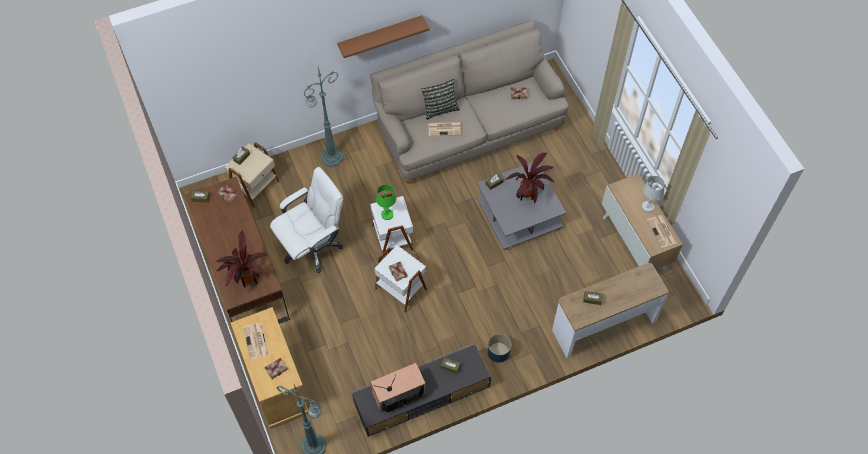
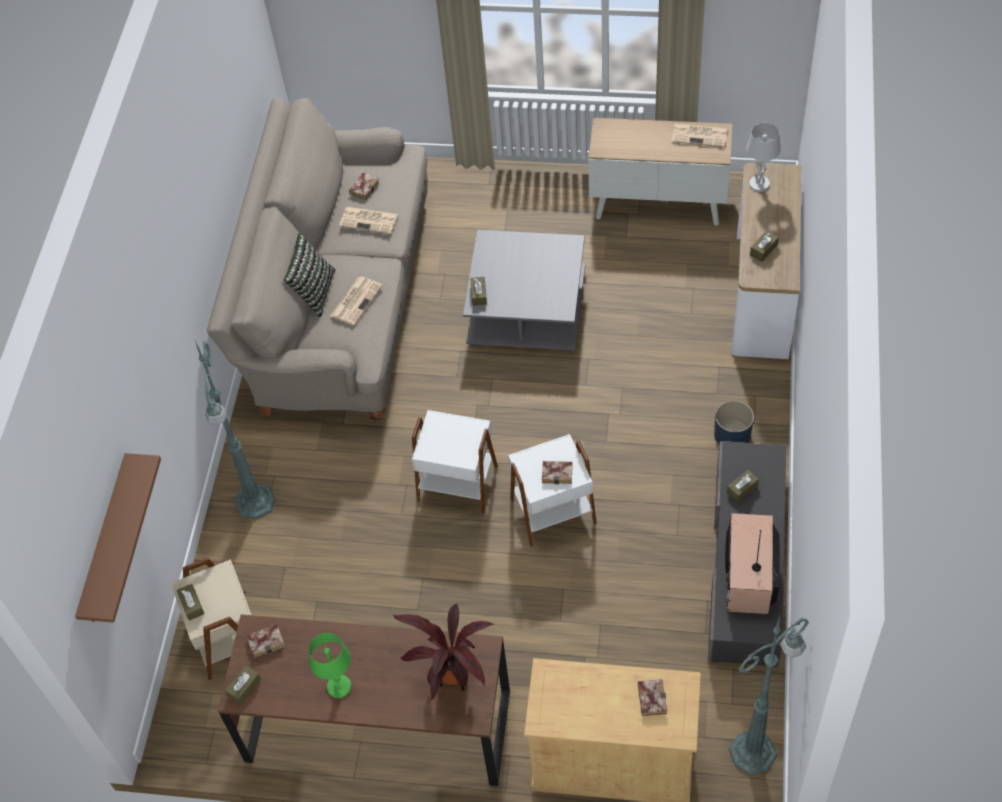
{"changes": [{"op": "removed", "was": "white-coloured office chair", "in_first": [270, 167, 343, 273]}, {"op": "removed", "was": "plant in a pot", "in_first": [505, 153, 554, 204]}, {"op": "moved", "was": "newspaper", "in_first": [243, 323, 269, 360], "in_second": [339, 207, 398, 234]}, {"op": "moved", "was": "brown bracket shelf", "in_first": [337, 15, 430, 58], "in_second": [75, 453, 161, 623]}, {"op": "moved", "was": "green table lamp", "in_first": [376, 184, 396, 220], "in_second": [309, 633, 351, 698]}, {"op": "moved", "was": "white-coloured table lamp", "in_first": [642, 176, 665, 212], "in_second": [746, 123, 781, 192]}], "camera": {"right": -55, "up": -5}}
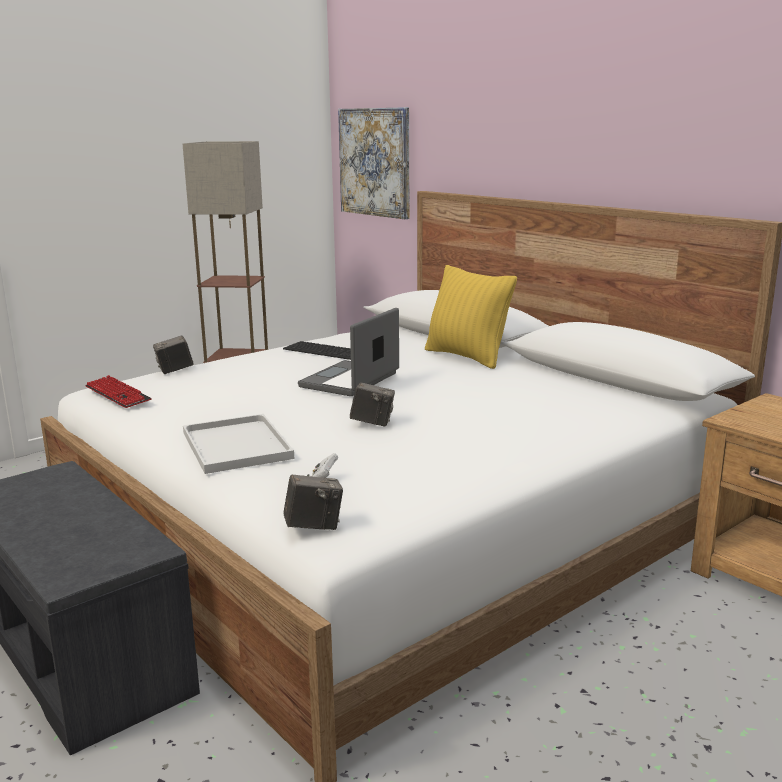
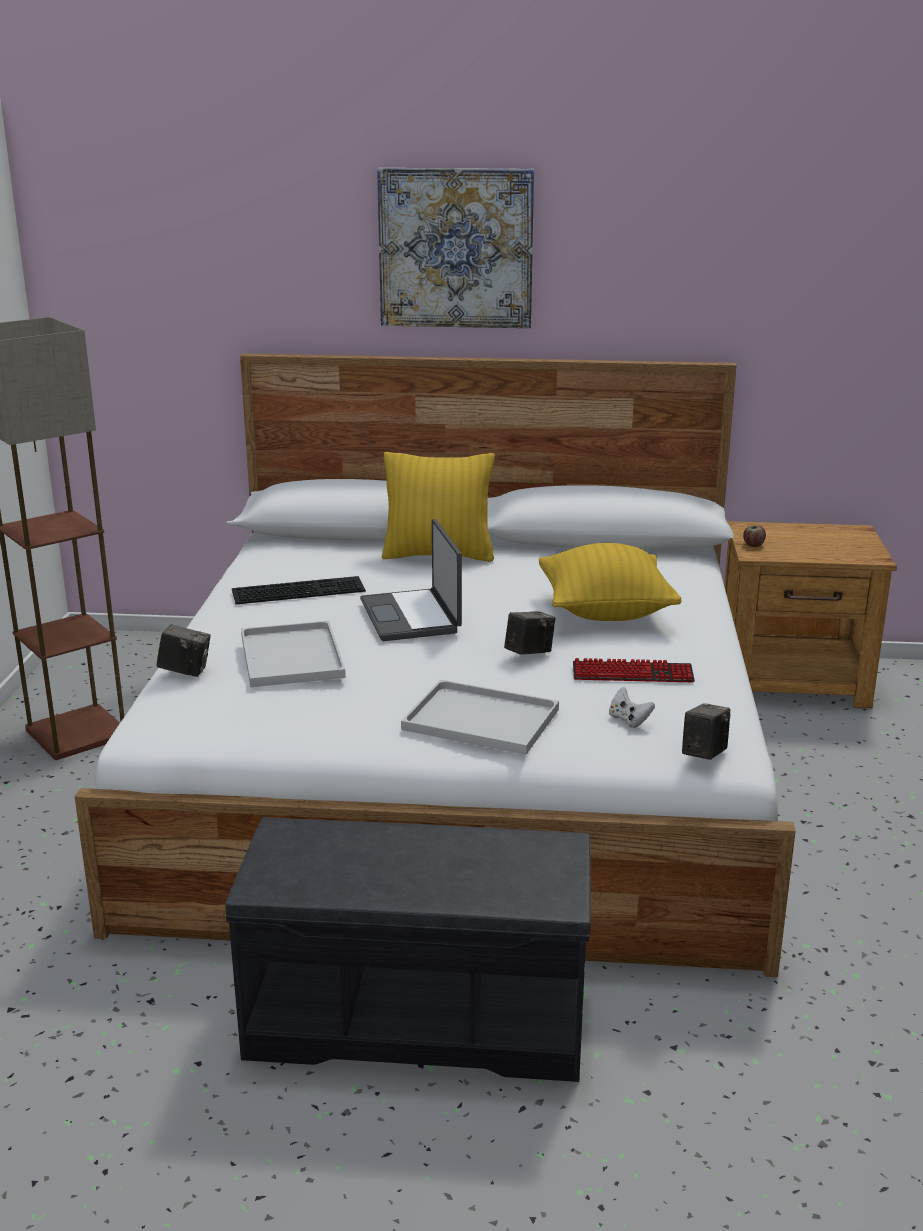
{"changes": [{"op": "added", "now": "white-coloured serving tray", "in_second": [241, 621, 346, 687]}, {"op": "added", "now": "yellowish pillow", "in_second": [539, 543, 682, 621]}, {"op": "added", "now": "whole apple", "in_second": [743, 525, 766, 547]}, {"op": "moved", "was": "computer keyboard", "in_first": [85, 375, 152, 408], "in_second": [573, 658, 695, 683]}, {"op": "moved", "was": "wall art", "in_first": [338, 107, 409, 219], "in_second": [377, 168, 534, 328]}, {"op": "turned", "was": "still camera", "in_first": [153, 335, 193, 374], "in_second": [157, 624, 210, 677], "clockwise": -105}], "camera": {"right": -45, "up": 5}}
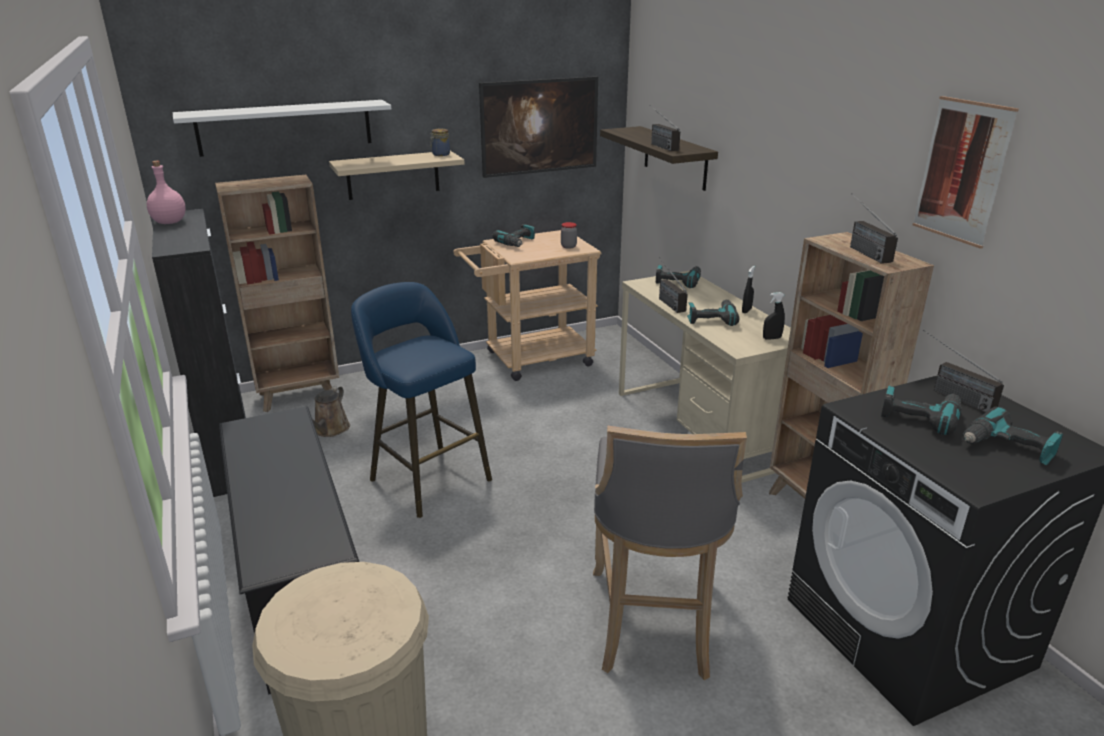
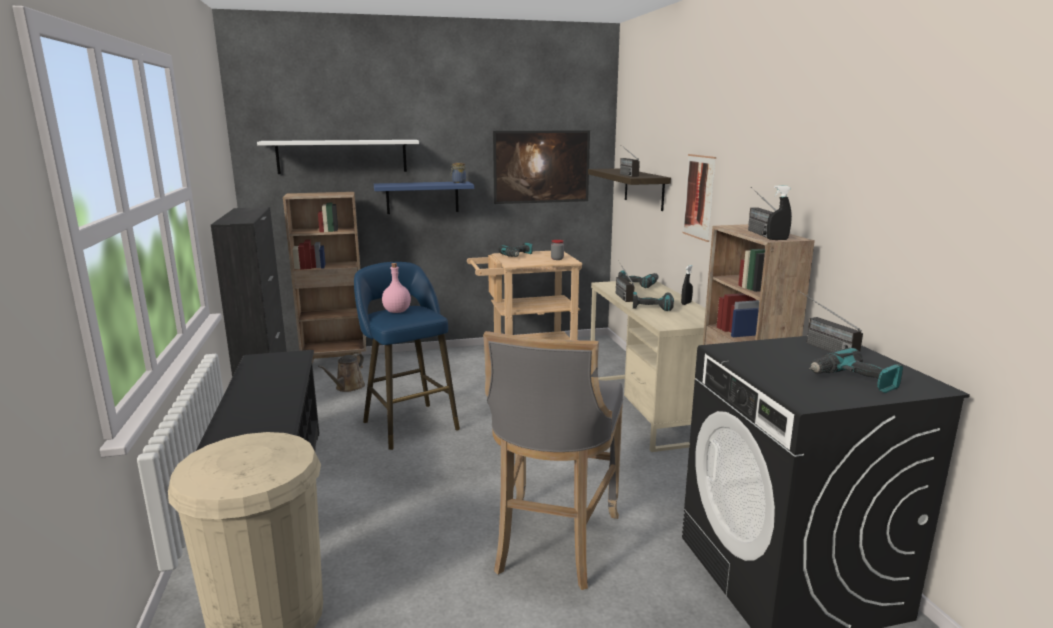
{"changes": [{"op": "removed", "was": "drill", "in_first": [881, 385, 962, 435]}, {"op": "moved", "was": "pinkish bottle", "in_first": [147, 161, 186, 224], "in_second": [382, 263, 411, 313]}, {"op": "moved", "was": "black-coloured spray bottle", "in_first": [763, 292, 785, 340], "in_second": [767, 185, 792, 240]}, {"op": "moved", "was": "wall art", "in_first": [913, 96, 1019, 249], "in_second": [683, 154, 716, 242]}, {"op": "recoloured", "was": "beige bracket shelf", "now": "blue bracket shelf", "in_first": [329, 151, 465, 200], "in_second": [374, 181, 474, 214]}], "camera": {"right": 10, "up": -10}}
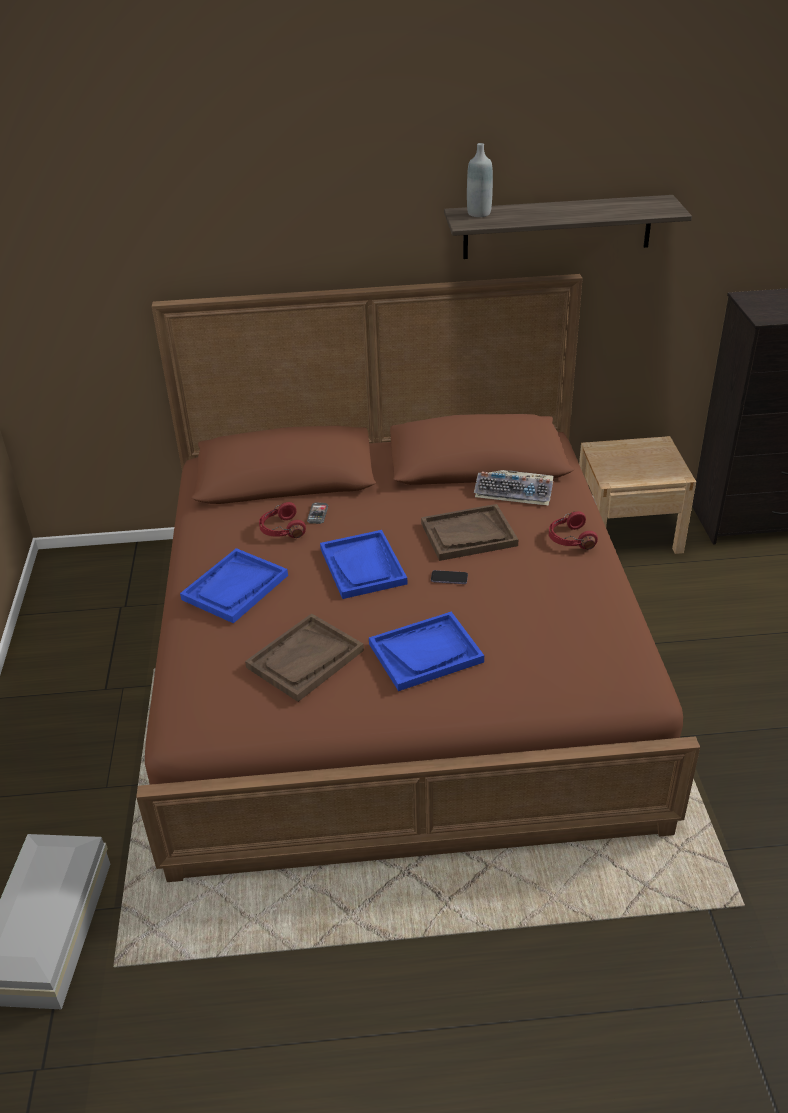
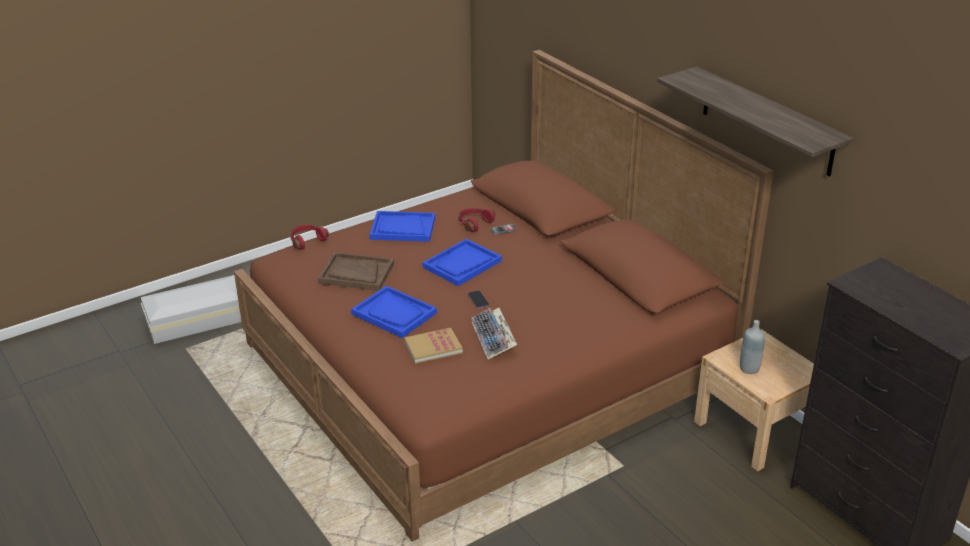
{"changes": [{"op": "removed", "was": "brown serving tray", "in_first": [421, 504, 518, 561]}, {"op": "added", "now": "book", "in_second": [404, 328, 463, 364]}, {"op": "moved", "was": "grey bottle", "in_first": [467, 143, 493, 217], "in_second": [740, 320, 765, 374]}, {"op": "moved", "was": "computer keyboard", "in_first": [474, 470, 554, 506], "in_second": [472, 308, 517, 360]}, {"op": "moved", "was": "reddish pair of headphones", "in_first": [549, 511, 598, 549], "in_second": [290, 225, 329, 250]}], "camera": {"right": 60, "up": -5}}
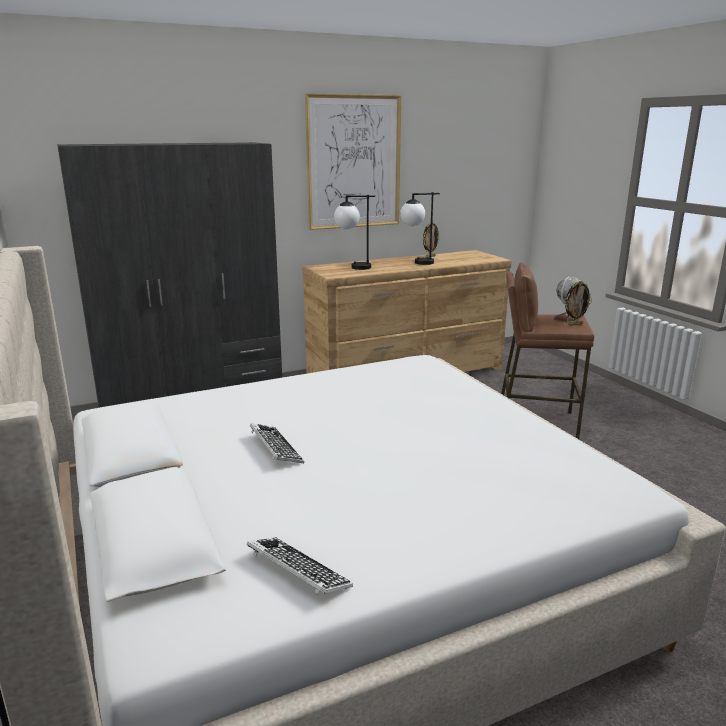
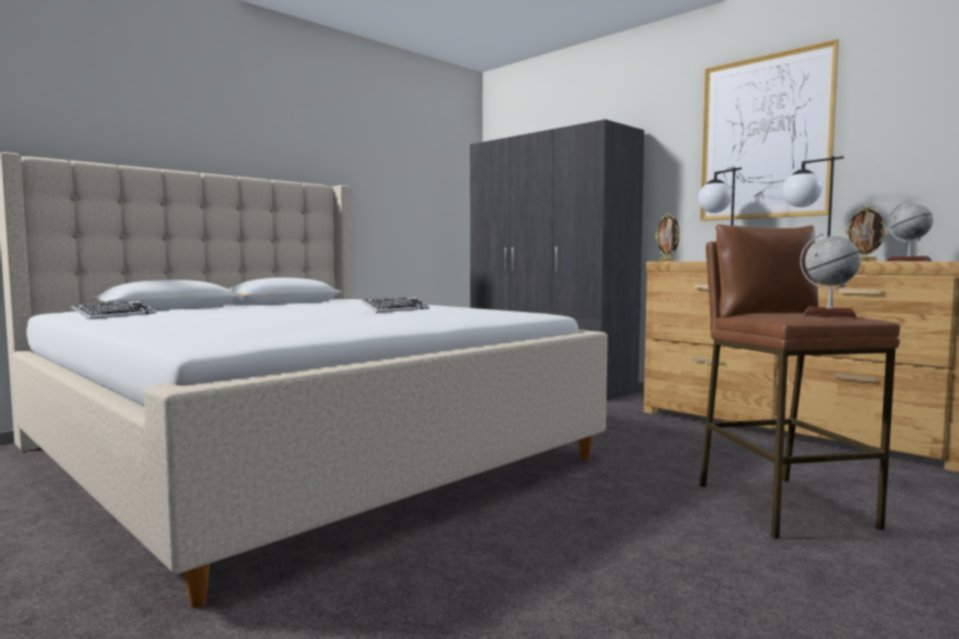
{"changes": [{"op": "added", "now": "globe", "in_second": [886, 202, 933, 261]}, {"op": "moved", "was": "computer keyboard", "in_first": [250, 423, 304, 463], "in_second": [362, 297, 429, 313]}, {"op": "moved", "was": "picture frame", "in_first": [565, 281, 592, 325], "in_second": [655, 213, 680, 261]}], "camera": {"right": 70, "up": -15}}
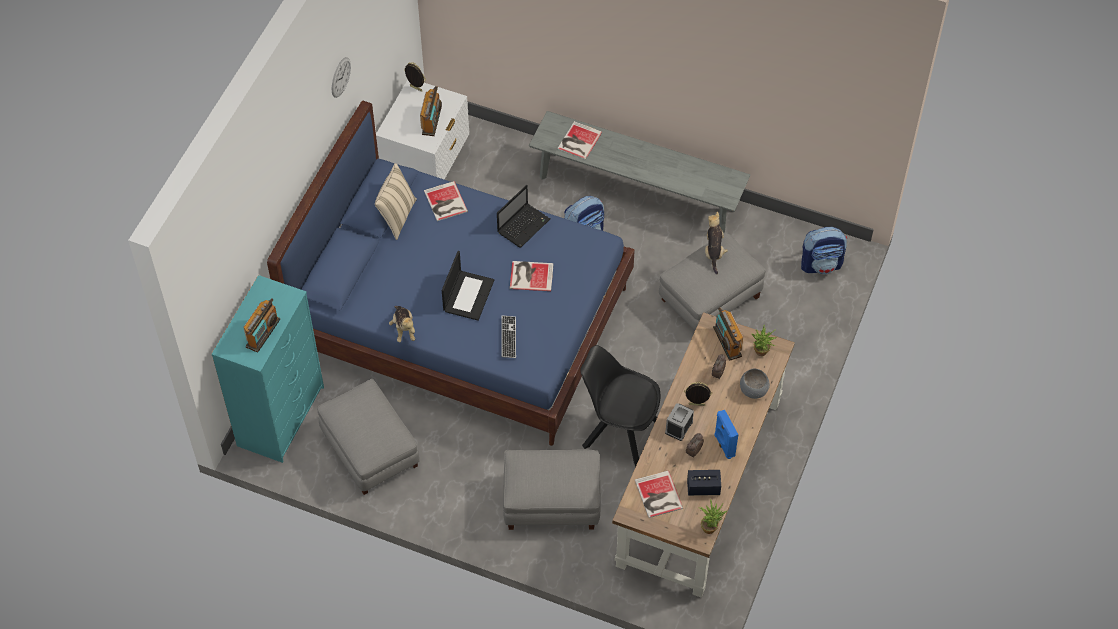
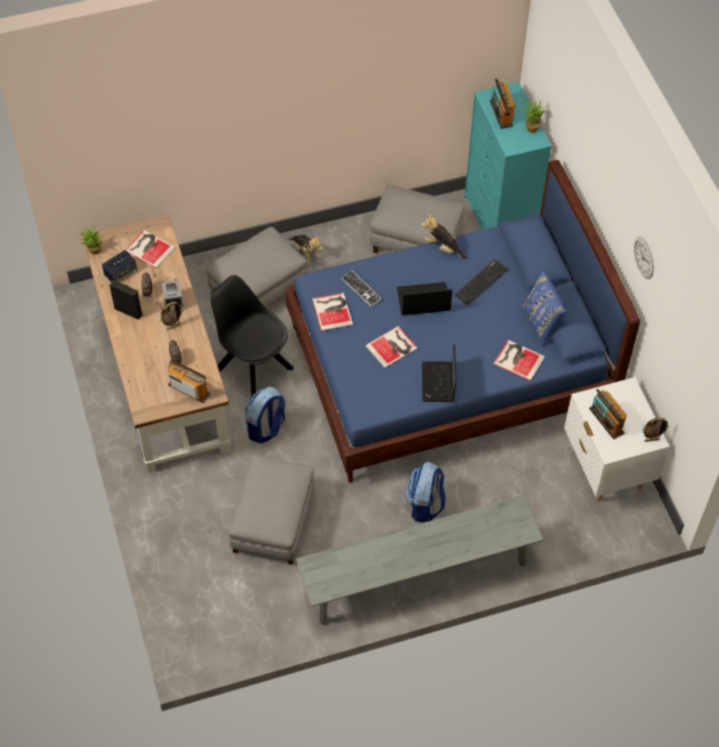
{"changes": [{"op": "removed", "was": "grey serving bowl", "in_first": [740, 369, 770, 399]}, {"op": "added", "now": "computer keyboard", "in_second": [454, 259, 508, 305]}, {"op": "moved", "was": "book", "in_first": [557, 121, 602, 160], "in_second": [312, 293, 353, 331]}, {"op": "moved", "was": "soft toy", "in_first": [705, 212, 728, 274], "in_second": [289, 235, 323, 264]}, {"op": "moved", "was": "plant in a pot", "in_first": [751, 325, 777, 356], "in_second": [521, 99, 546, 133]}, {"op": "moved", "was": "rucksack", "in_first": [801, 227, 847, 274], "in_second": [245, 387, 285, 443]}, {"op": "recoloured", "was": "beige pillow", "now": "blue pillow", "in_first": [375, 163, 417, 240], "in_second": [521, 270, 567, 347]}, {"op": "recoloured", "was": "blue speaker", "now": "black-coloured speaker", "in_first": [714, 410, 738, 459], "in_second": [110, 280, 143, 320]}, {"op": "turned", "was": "portable computer", "in_first": [442, 251, 494, 321], "in_second": [397, 282, 452, 315], "clockwise": 105}, {"op": "turned", "was": "black-coloured plain chair", "in_first": [580, 345, 660, 467], "in_second": [210, 275, 294, 398], "clockwise": -120}], "camera": {"right": 140, "up": 0}}
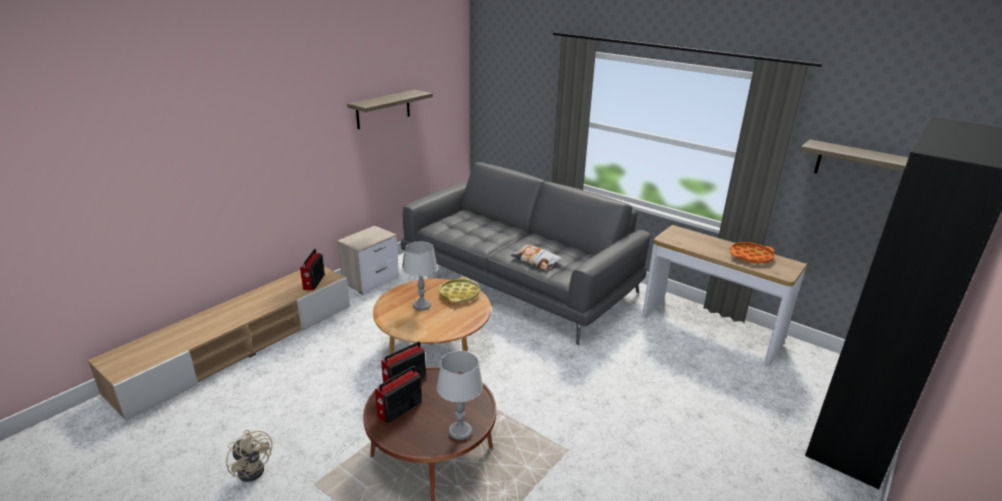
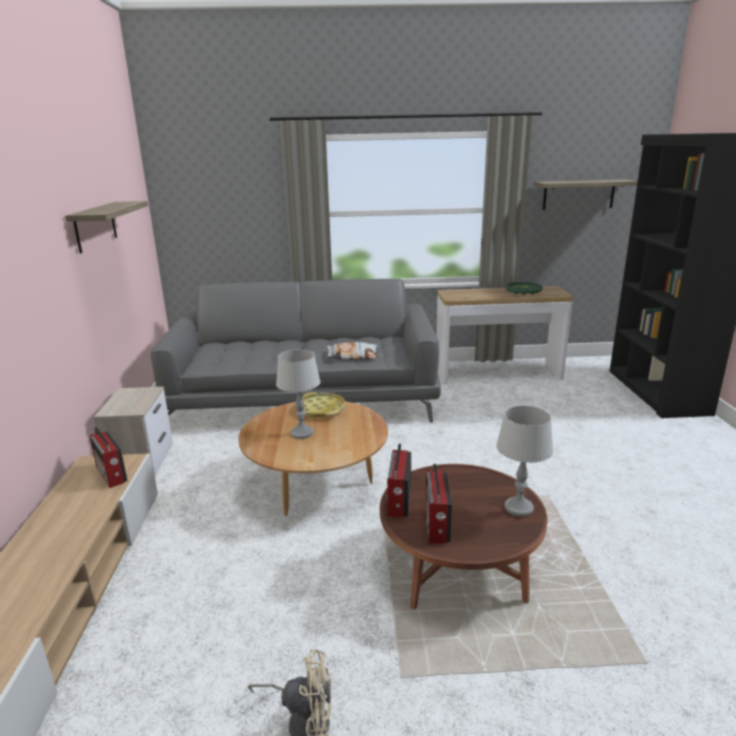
{"changes": [{"op": "recoloured", "was": "orange serving tray", "now": "green serving tray", "in_first": [730, 242, 774, 263], "in_second": [505, 282, 543, 295]}], "camera": {"right": -40, "up": -5}}
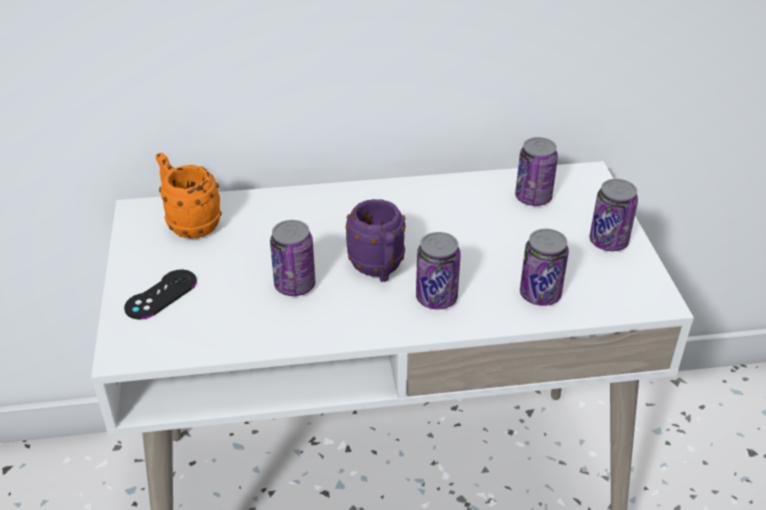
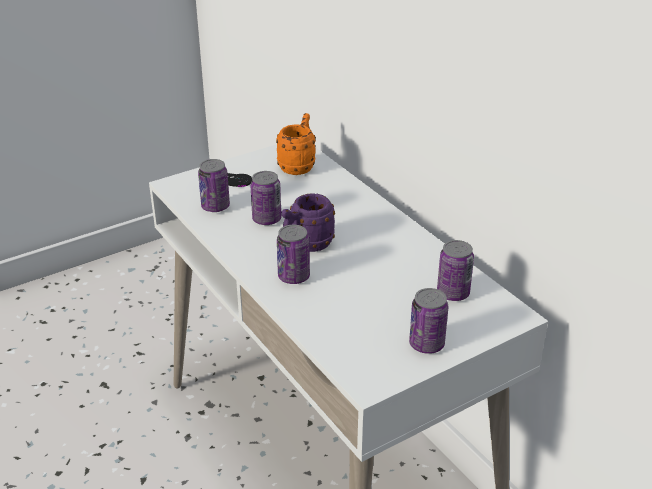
{"changes": [{"op": "moved", "was": "can", "in_first": [520, 229, 569, 306], "in_second": [198, 159, 230, 212]}], "camera": {"right": 65, "up": -5}}
